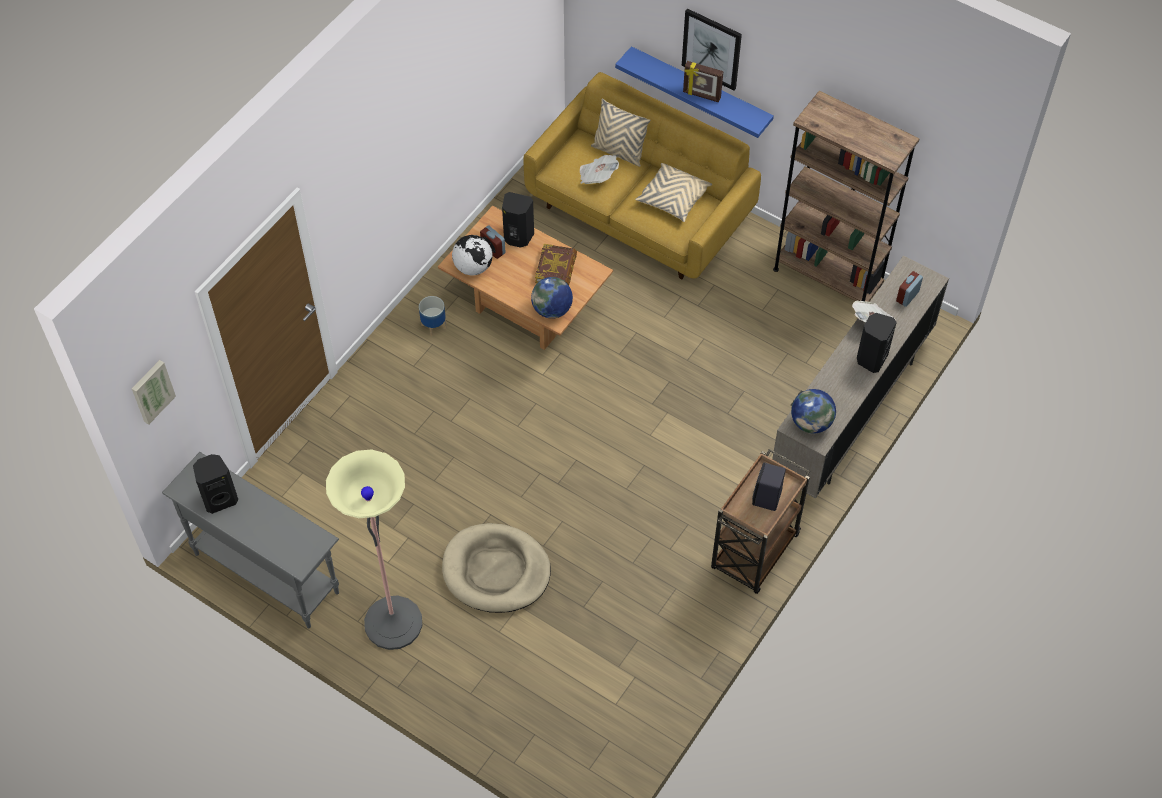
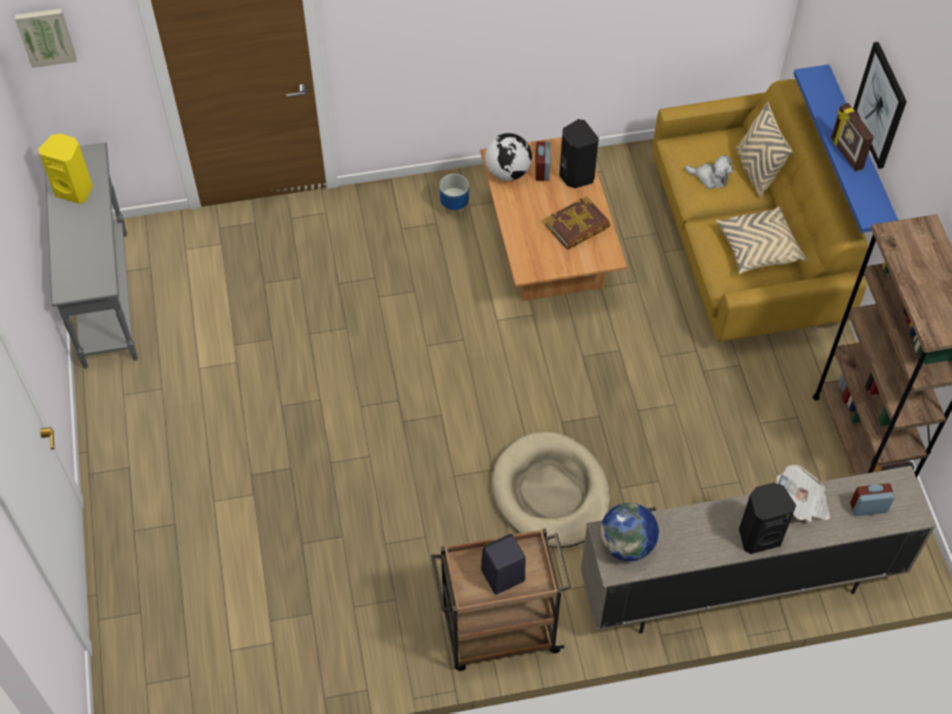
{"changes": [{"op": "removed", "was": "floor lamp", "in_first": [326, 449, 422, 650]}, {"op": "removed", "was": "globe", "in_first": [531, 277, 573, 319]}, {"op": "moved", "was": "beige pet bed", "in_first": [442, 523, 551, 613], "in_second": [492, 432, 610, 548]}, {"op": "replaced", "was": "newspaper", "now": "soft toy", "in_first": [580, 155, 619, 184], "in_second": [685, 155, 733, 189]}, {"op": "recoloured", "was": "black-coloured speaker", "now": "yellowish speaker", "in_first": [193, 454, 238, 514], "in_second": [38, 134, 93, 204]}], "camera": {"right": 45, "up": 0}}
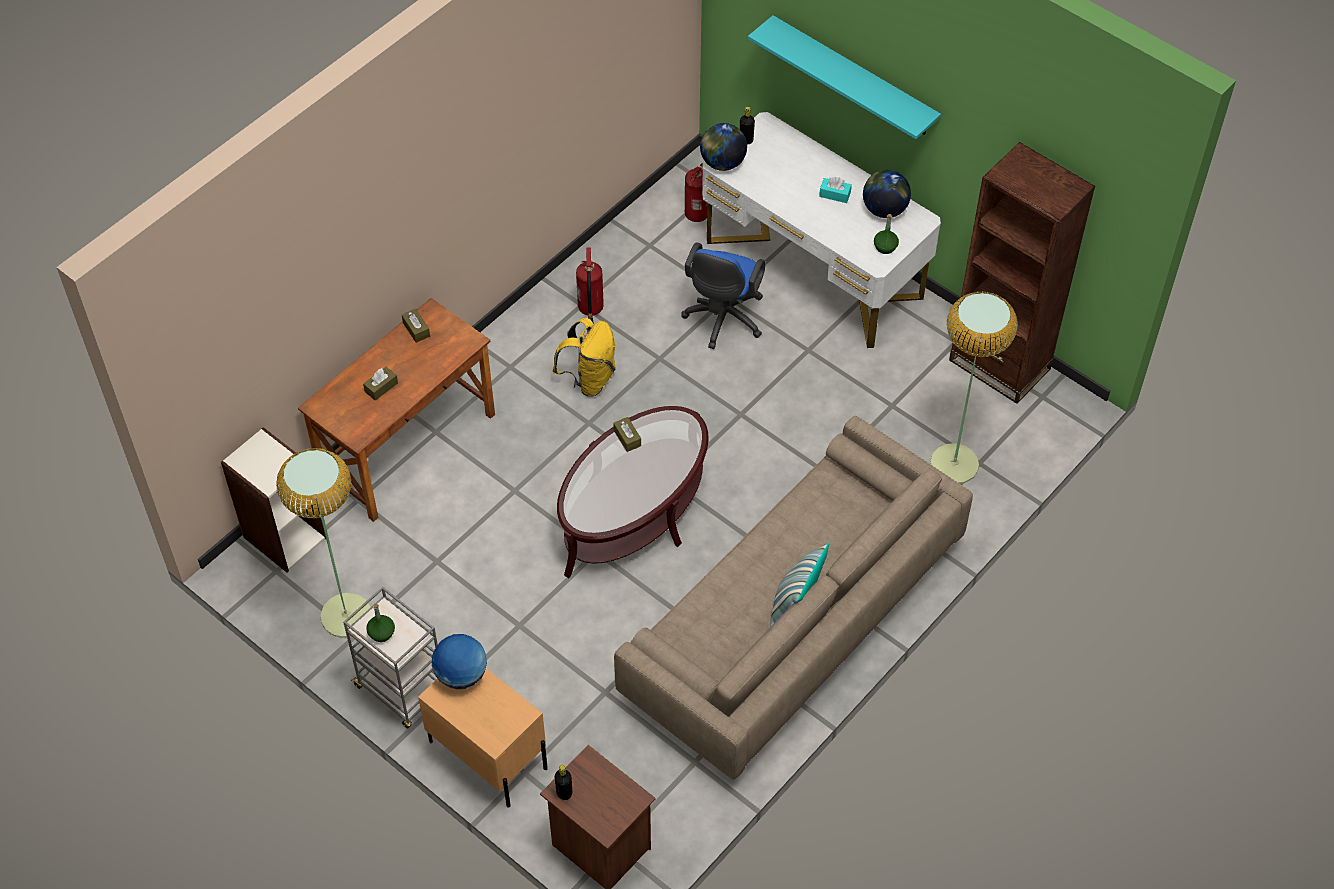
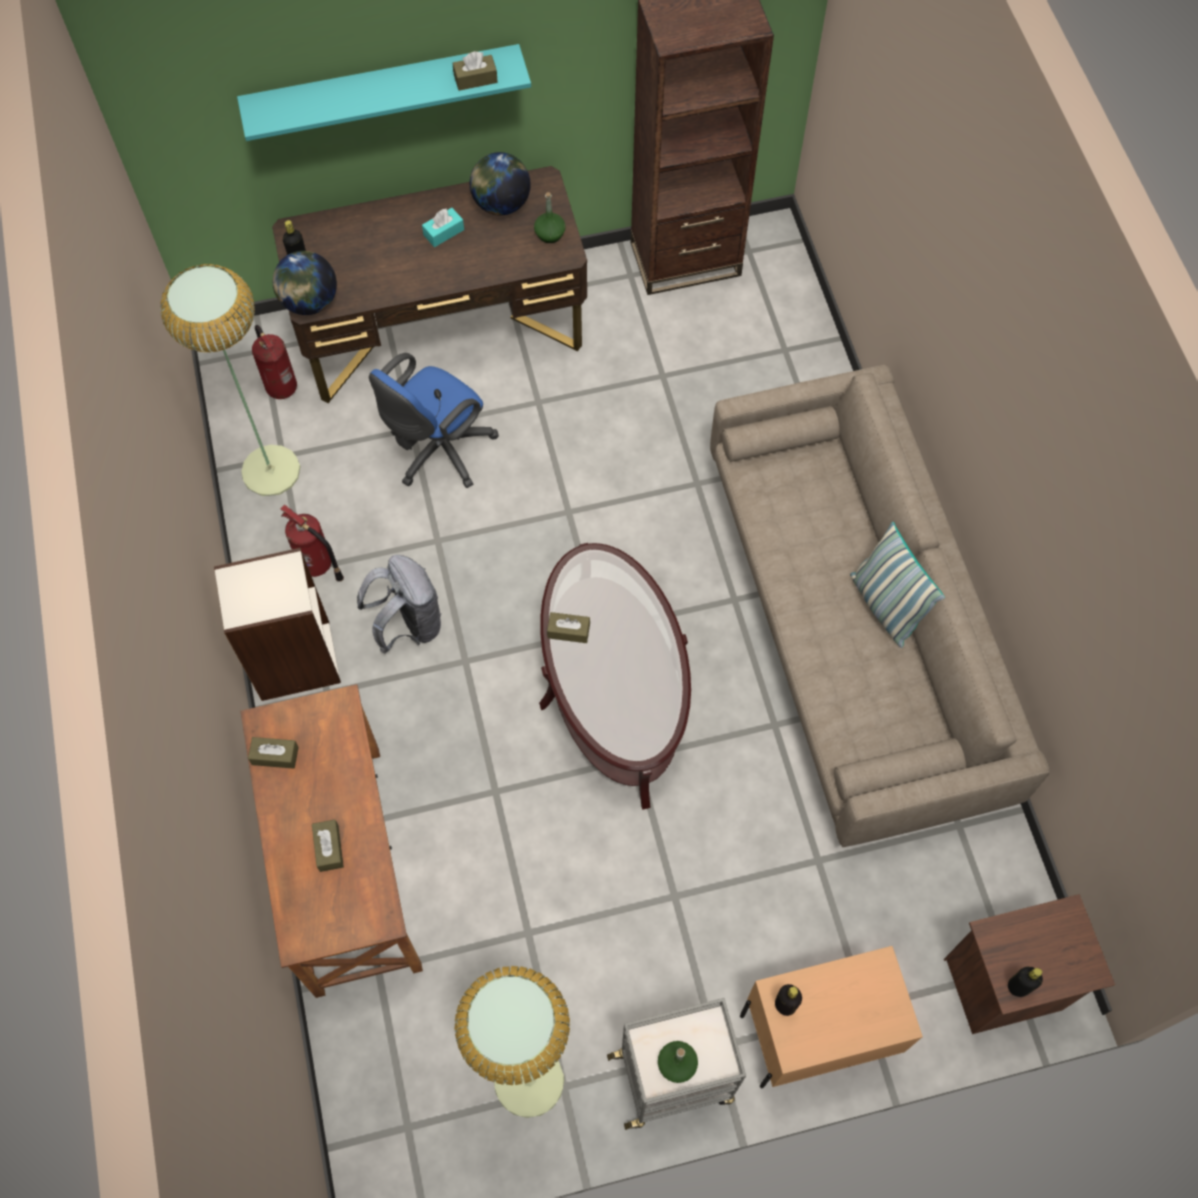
{"changes": [{"op": "added", "now": "brown box of tissues", "in_second": [453, 51, 498, 91]}, {"op": "moved", "was": "bookcase", "in_first": [221, 427, 326, 572], "in_second": [214, 548, 341, 701]}, {"op": "moved", "was": "floor lamp", "in_first": [930, 291, 1018, 484], "in_second": [160, 264, 300, 496]}, {"op": "replaced", "was": "globe", "now": "black-coloured bottle", "in_first": [432, 634, 487, 689], "in_second": [775, 984, 802, 1016]}, {"op": "recoloured", "was": "yellowish rucksack", "now": "grey rucksack", "in_first": [552, 317, 616, 397], "in_second": [357, 555, 441, 654]}, {"op": "recoloured", "was": "white-coloured desk unit", "now": "brown desk unit", "in_first": [702, 112, 941, 348], "in_second": [272, 166, 587, 403]}, {"op": "turned", "was": "blue office chair", "in_first": [681, 243, 766, 349], "in_second": [369, 353, 499, 488], "clockwise": 75}], "camera": {"right": -55, "up": 10}}
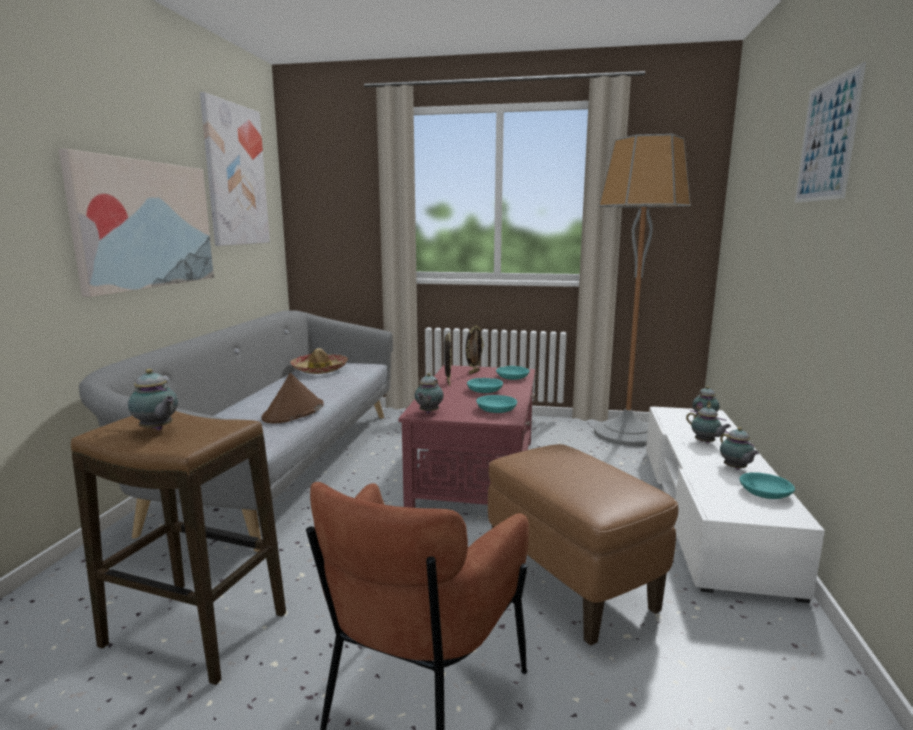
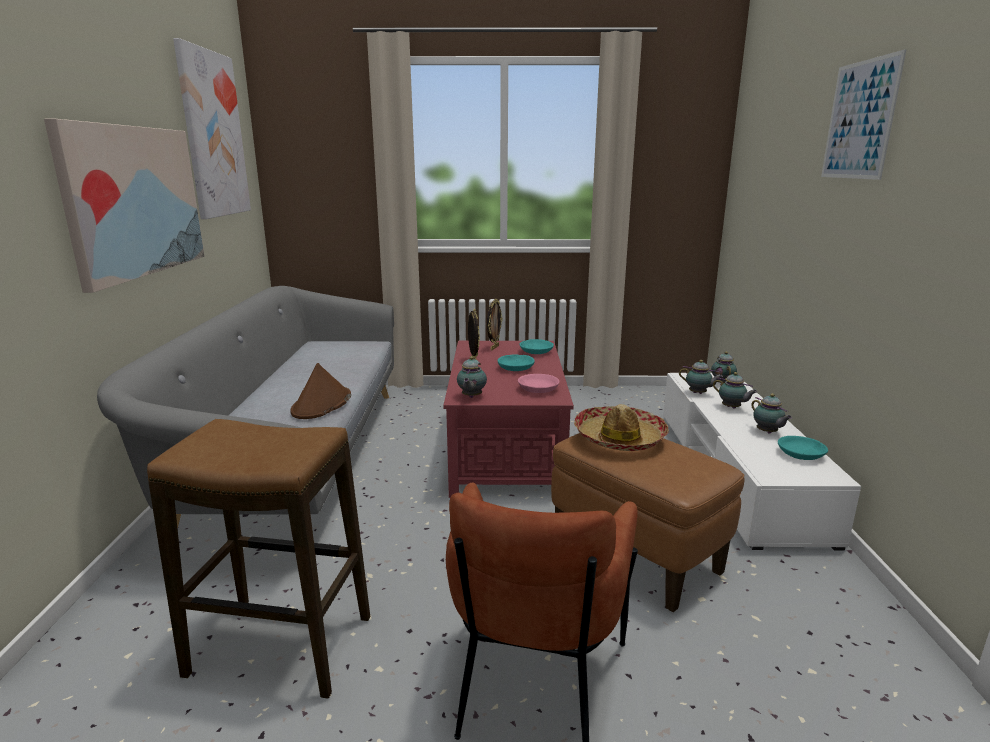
{"changes": [{"op": "removed", "was": "floor lamp", "in_first": [594, 134, 691, 446]}, {"op": "moved", "was": "teapot", "in_first": [128, 369, 178, 430], "in_second": [679, 360, 723, 394]}, {"op": "moved", "was": "wearable hat", "in_first": [290, 348, 348, 374], "in_second": [574, 404, 669, 451]}, {"op": "recoloured", "was": "turquoise serving bowl", "now": "pinkish serving bowl", "in_first": [476, 395, 517, 413], "in_second": [518, 374, 559, 393]}], "camera": {"right": -10, "up": 5}}
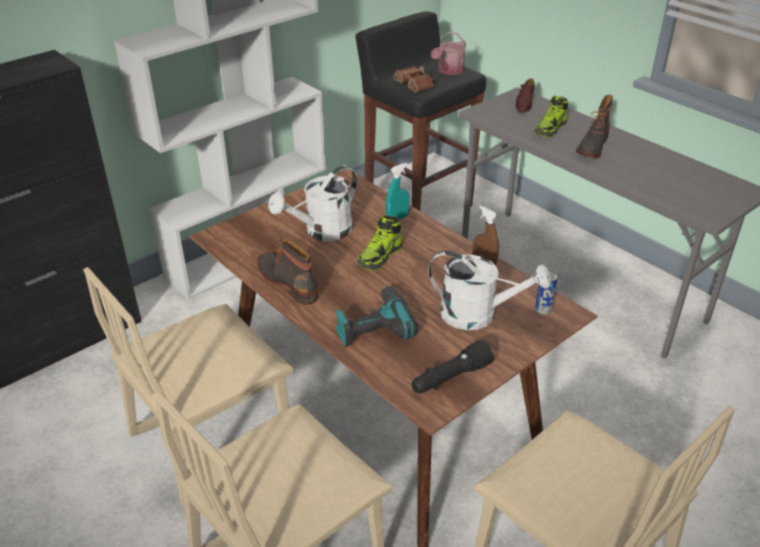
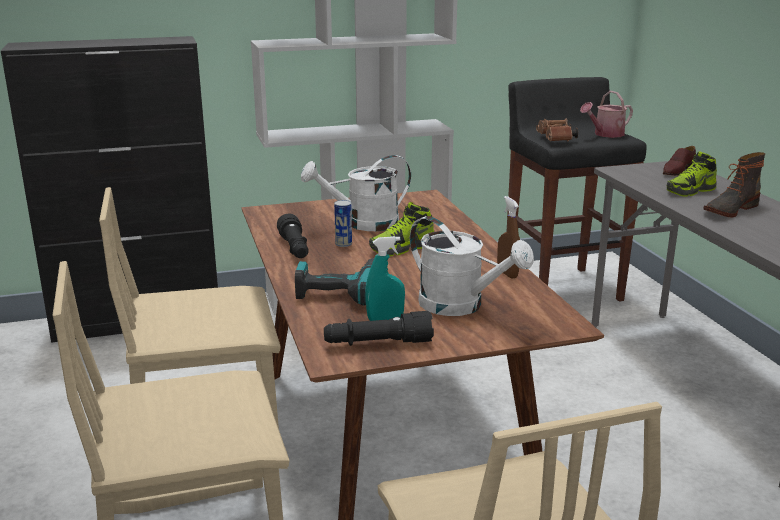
{"changes": [{"op": "moved", "was": "turquoise spray bottle", "in_first": [386, 163, 410, 220], "in_second": [366, 236, 405, 321]}, {"op": "moved", "was": "can", "in_first": [535, 271, 558, 315], "in_second": [334, 200, 352, 247]}, {"op": "replaced", "was": "boot", "now": "black-coloured flashlight", "in_first": [257, 238, 318, 305], "in_second": [277, 213, 309, 258]}], "camera": {"right": 25, "up": -15}}
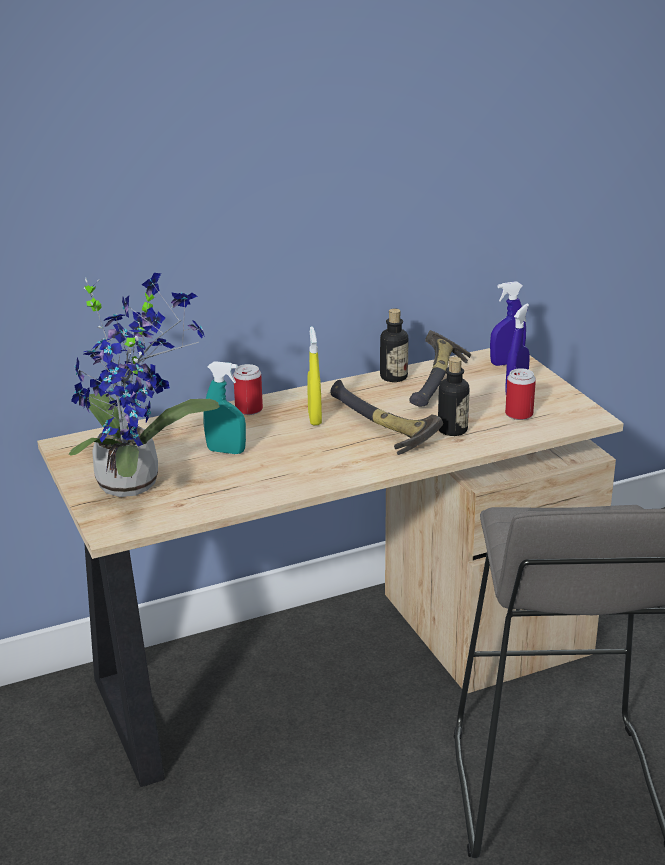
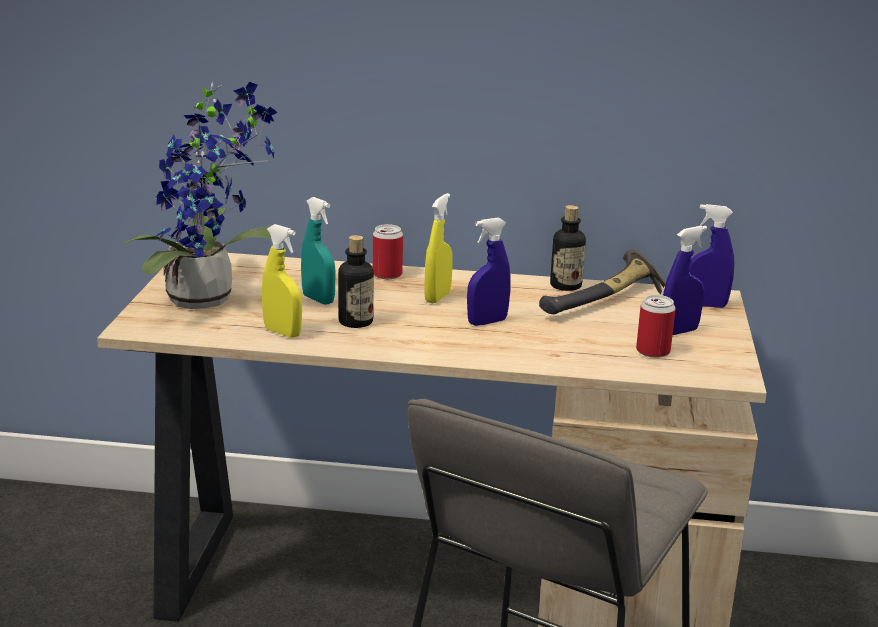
{"changes": [{"op": "added", "now": "yellowish spray bottle", "in_second": [262, 224, 302, 338]}, {"op": "moved", "was": "bottle", "in_first": [438, 357, 470, 436], "in_second": [338, 235, 374, 328]}, {"op": "replaced", "was": "hammer", "now": "blue spray bottle", "in_first": [330, 380, 443, 455], "in_second": [467, 217, 511, 326]}], "camera": {"right": 30, "up": -5}}
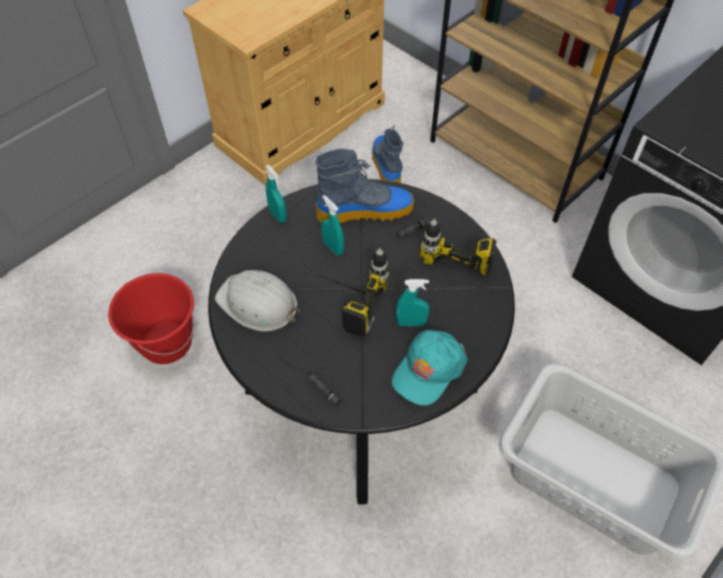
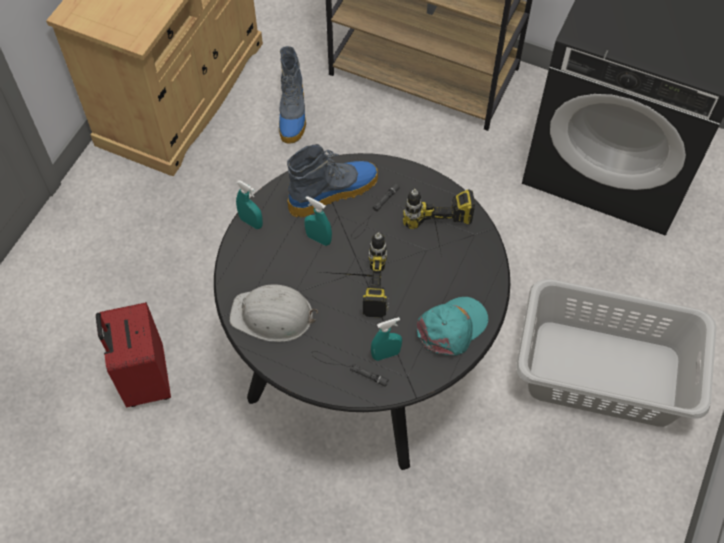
{"changes": [{"op": "moved", "was": "turquoise spray bottle", "in_first": [396, 279, 430, 326], "in_second": [371, 317, 402, 361]}, {"op": "replaced", "was": "reddish bucket", "now": "reddish travel case", "in_first": [108, 273, 194, 364], "in_second": [96, 302, 171, 407]}, {"op": "turned", "was": "boot", "in_first": [372, 126, 403, 183], "in_second": [279, 46, 306, 144], "clockwise": -150}, {"op": "turned", "was": "turquoise peaked cap", "in_first": [392, 330, 468, 406], "in_second": [417, 297, 488, 356], "clockwise": -150}], "camera": {"right": -20, "up": 5}}
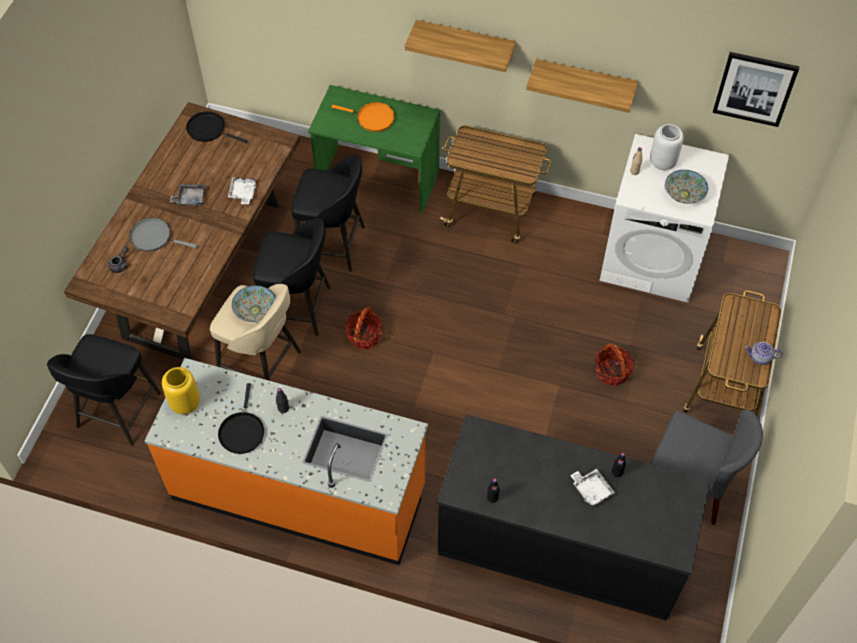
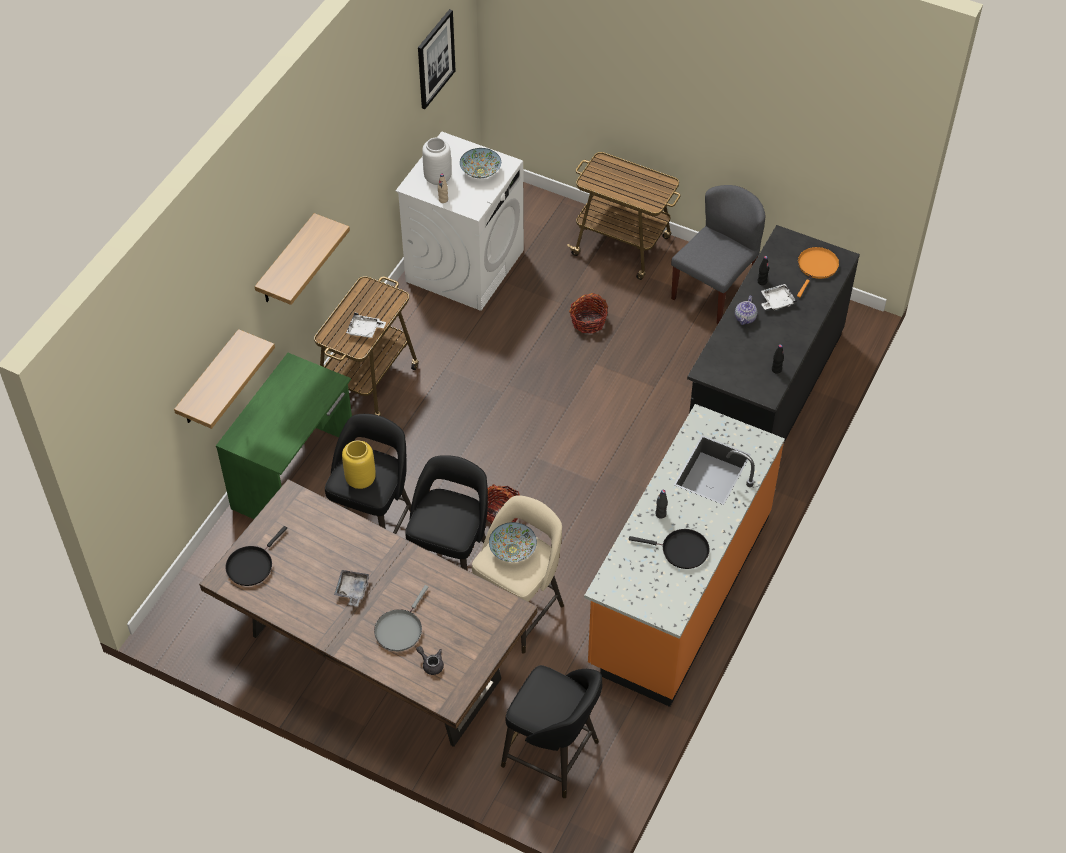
{"changes": [{"op": "moved", "was": "yellowish flower vase", "in_first": [162, 367, 200, 414], "in_second": [342, 440, 376, 489]}, {"op": "moved", "was": "white-coloured serving tray", "in_first": [228, 177, 256, 205], "in_second": [346, 313, 386, 338]}, {"op": "moved", "was": "orange frying pan", "in_first": [332, 102, 395, 132], "in_second": [797, 247, 839, 297]}, {"op": "moved", "was": "bracket shelf", "in_first": [526, 59, 638, 113], "in_second": [174, 329, 275, 429]}, {"op": "moved", "was": "teapot", "in_first": [745, 342, 783, 365], "in_second": [735, 296, 757, 325]}], "camera": {"right": -80, "up": -5}}
